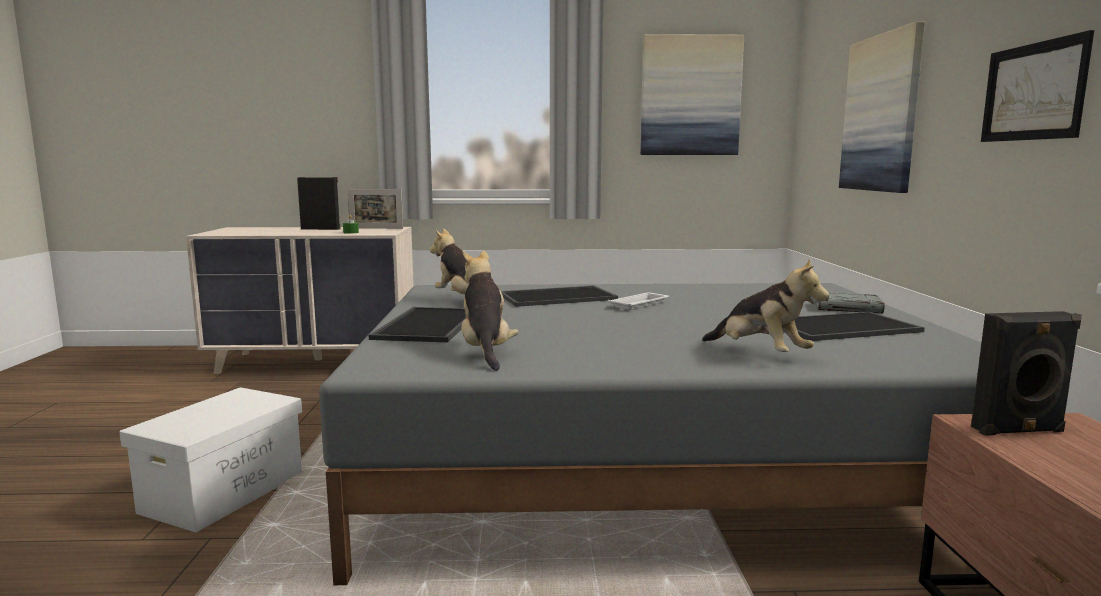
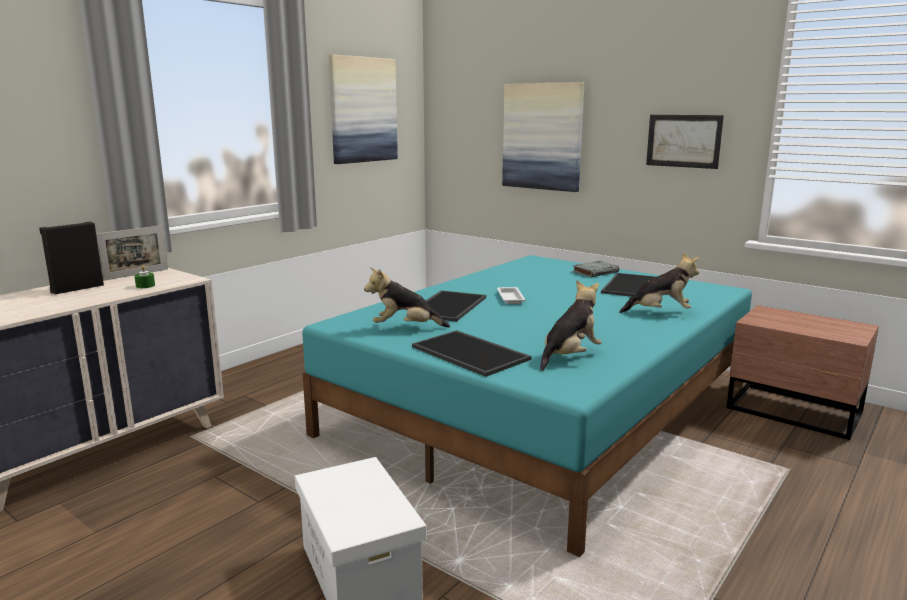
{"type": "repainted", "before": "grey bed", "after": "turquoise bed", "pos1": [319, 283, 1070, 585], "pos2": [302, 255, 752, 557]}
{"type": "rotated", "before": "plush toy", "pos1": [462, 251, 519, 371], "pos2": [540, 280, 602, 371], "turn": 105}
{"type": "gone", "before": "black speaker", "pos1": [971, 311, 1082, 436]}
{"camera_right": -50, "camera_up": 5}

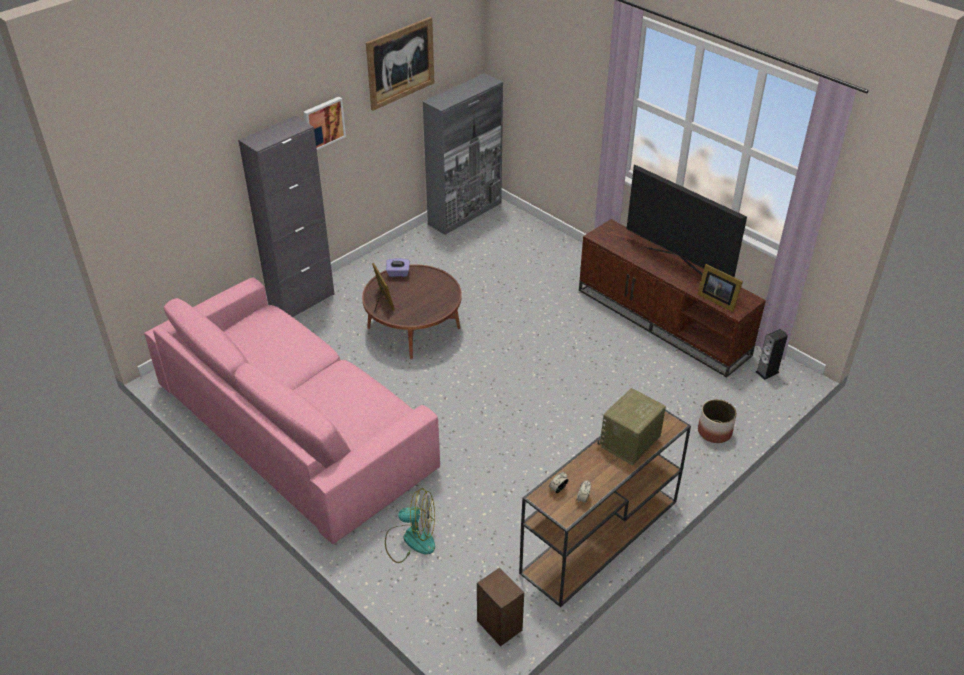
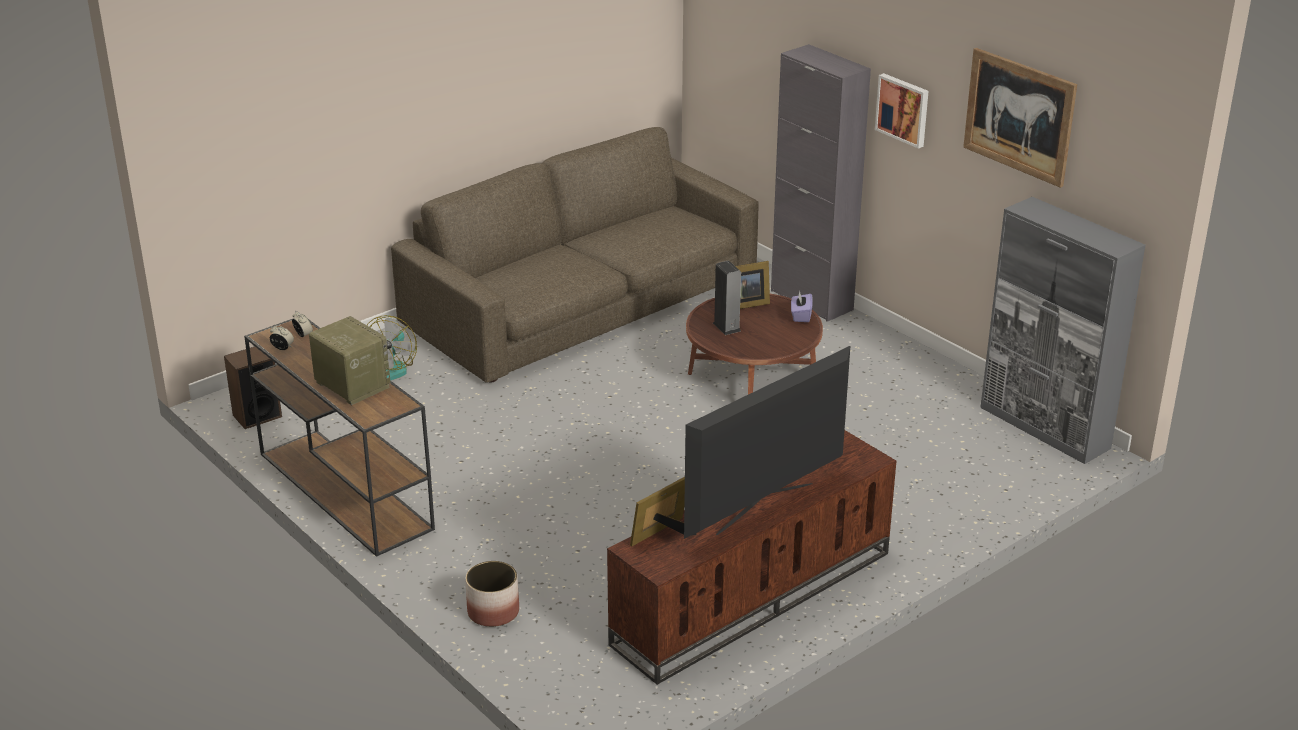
{"type": "repainted", "before": "pink sofa", "after": "brown sofa", "pos1": [144, 277, 440, 544], "pos2": [391, 127, 759, 383]}
{"type": "shifted", "before": "speaker", "pos1": [756, 329, 788, 380], "pos2": [713, 261, 741, 335]}
{"camera_right": 95, "camera_up": -10}

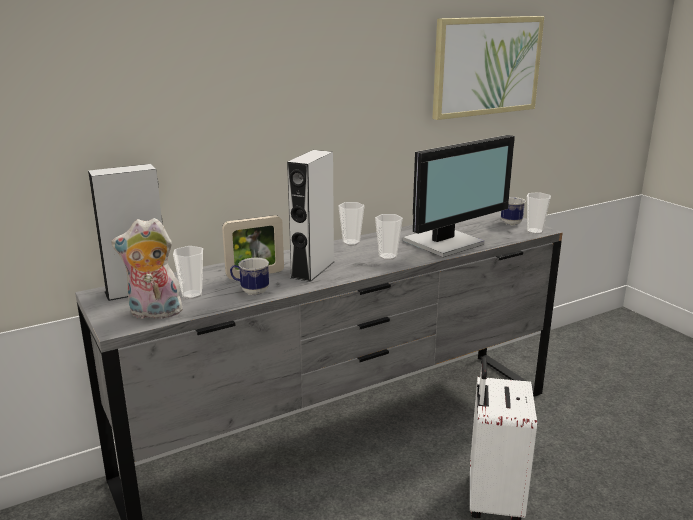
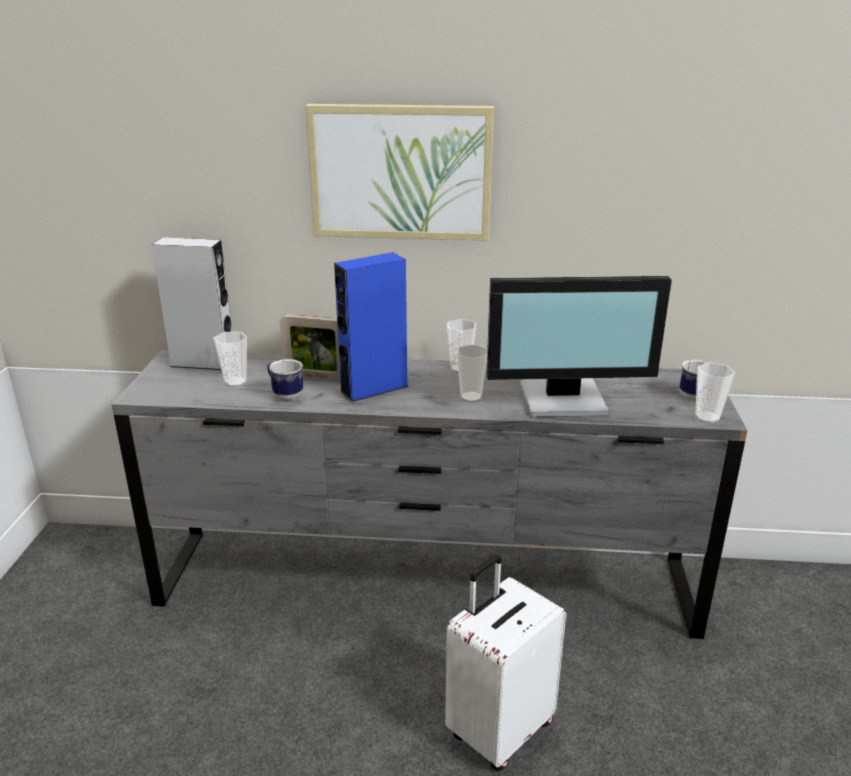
{"type": "shifted", "before": "picture", "pos1": [432, 16, 544, 120], "pos2": [305, 104, 494, 241]}
{"type": "repainted", "before": "grey speaker", "after": "blue speaker", "pos1": [287, 150, 334, 282], "pos2": [334, 252, 409, 402]}
{"type": "gone", "before": "plush toy", "pos1": [111, 218, 183, 319]}
{"camera_right": 35, "camera_up": 5}

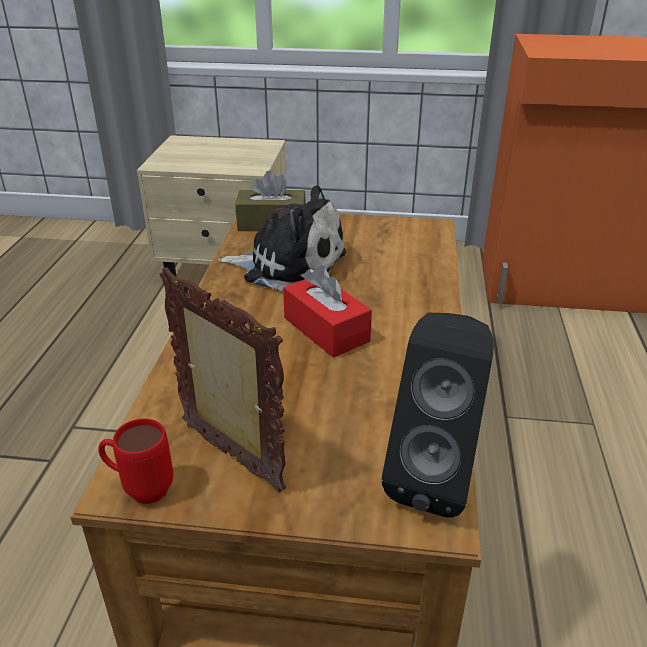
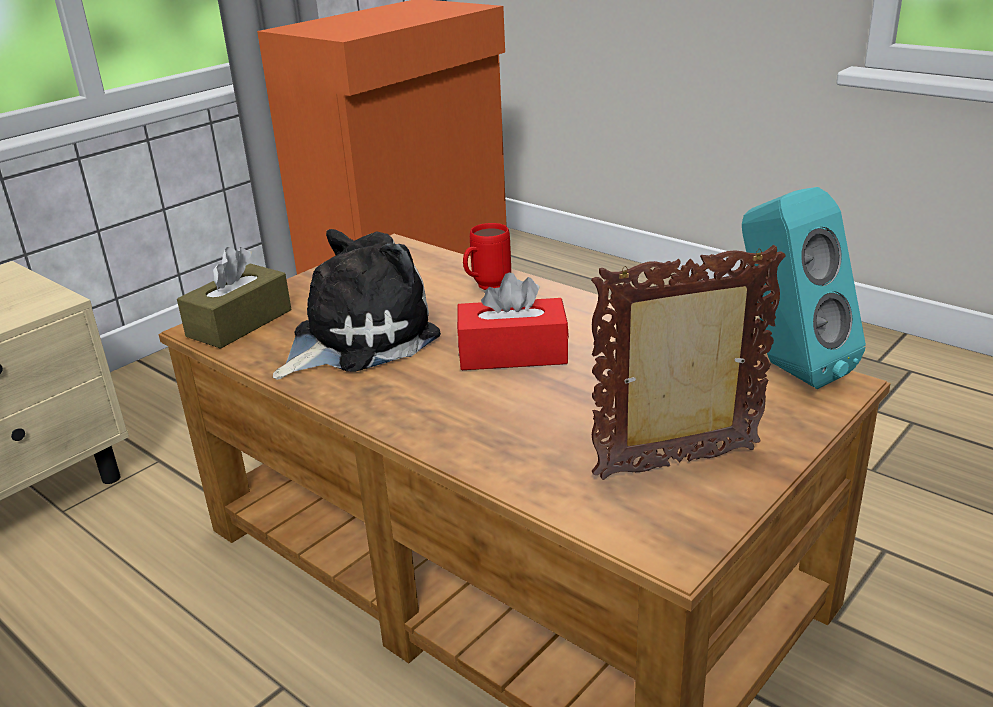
{"type": "shifted", "before": "red mug", "pos1": [98, 418, 173, 504], "pos2": [463, 223, 511, 290]}
{"type": "repainted", "before": "black speaker", "after": "turquoise speaker", "pos1": [382, 312, 494, 517], "pos2": [742, 187, 866, 389]}
{"camera_right": -55, "camera_up": -5}

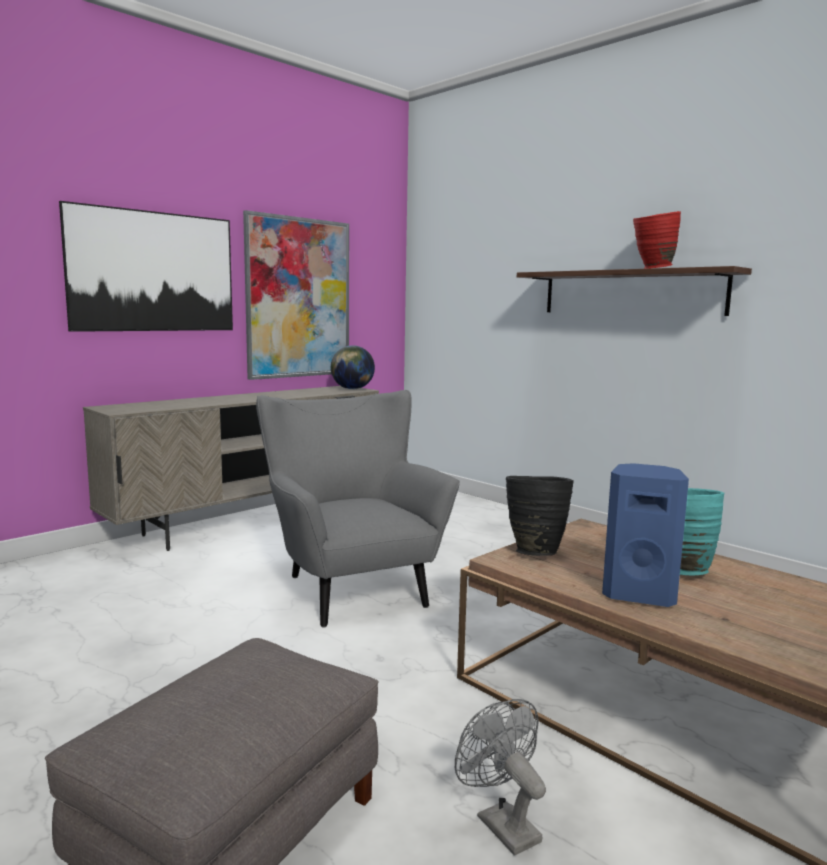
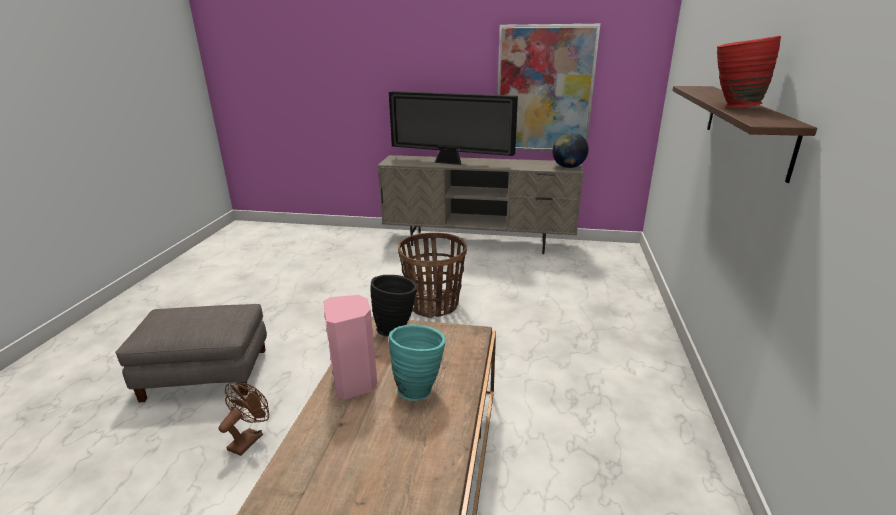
{"type": "repainted", "before": "grey fan", "after": "brown fan", "pos1": [455, 699, 546, 856], "pos2": [219, 383, 269, 456]}
{"type": "repainted", "before": "blue speaker", "after": "pink speaker", "pos1": [602, 463, 689, 607], "pos2": [323, 295, 377, 400]}
{"type": "new", "after": "television", "pos2": [389, 91, 518, 165]}
{"type": "swapped", "before": "grey armchair", "after": "basket", "pos1": [256, 390, 460, 628], "pos2": [398, 233, 467, 318]}
{"type": "gone", "before": "picture", "pos1": [59, 201, 233, 332]}
{"camera_right": 55, "camera_up": 15}

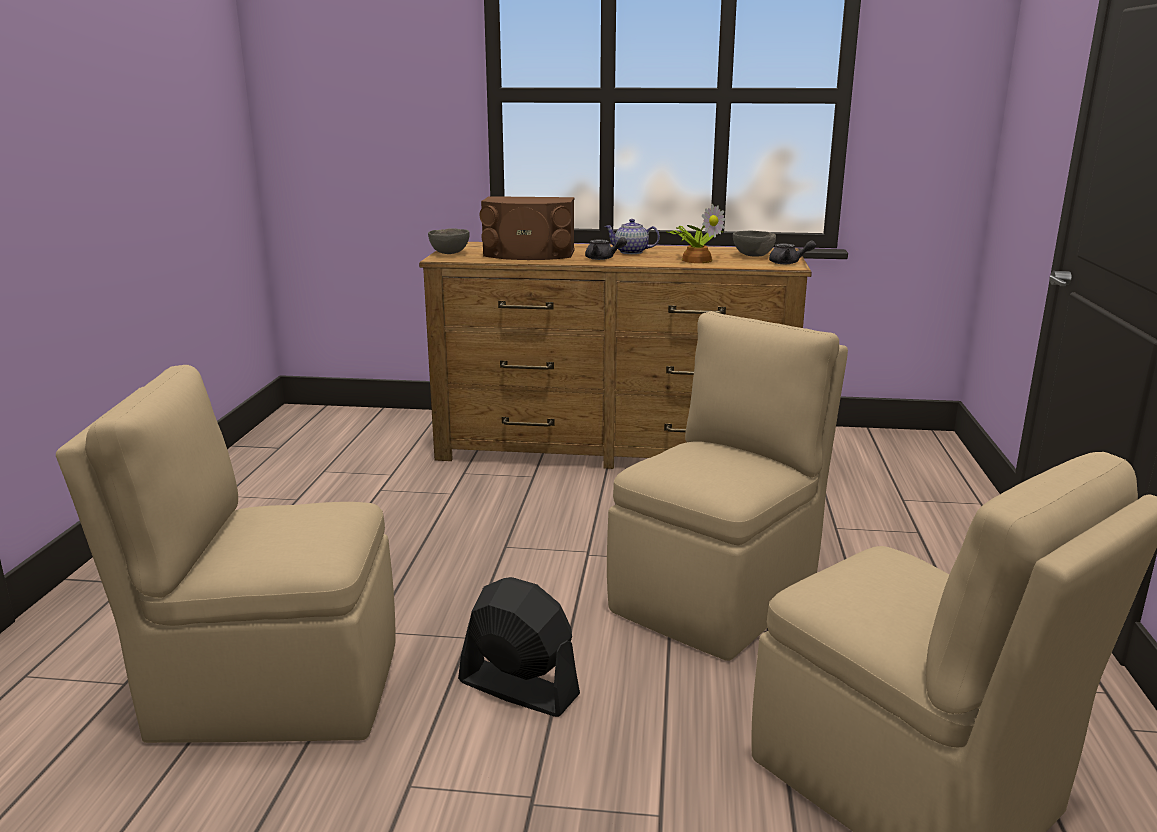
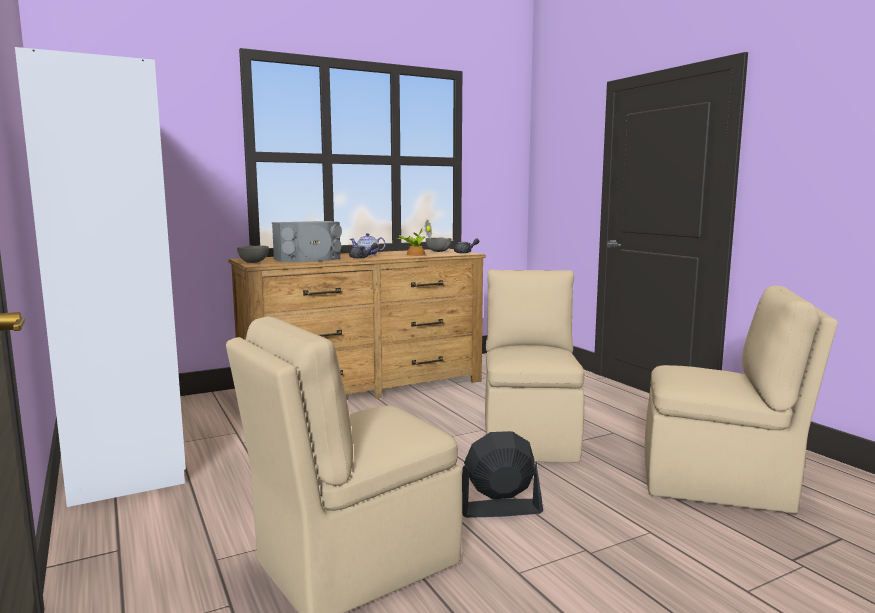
{"type": "new", "after": "white wardrobe", "pos2": [15, 47, 186, 507]}
{"type": "repainted", "before": "brown speaker", "after": "grey speaker", "pos1": [480, 196, 574, 260], "pos2": [272, 221, 342, 262]}
{"camera_right": -35, "camera_up": -10}

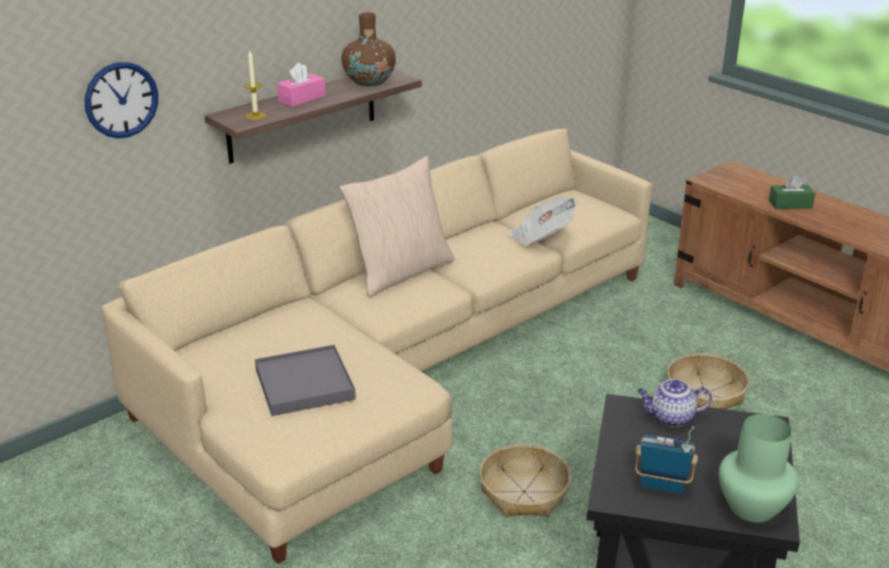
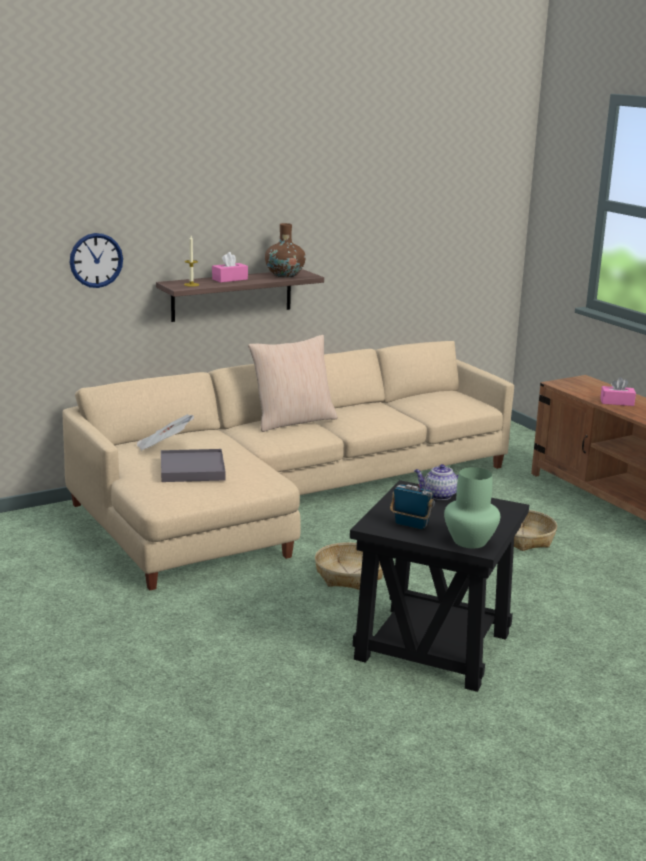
{"type": "shifted", "before": "newspaper", "pos1": [508, 196, 578, 246], "pos2": [137, 414, 194, 451]}
{"type": "repainted", "before": "green tissue box", "after": "pink tissue box", "pos1": [769, 175, 816, 209], "pos2": [600, 377, 636, 406]}
{"camera_right": 10, "camera_up": -10}

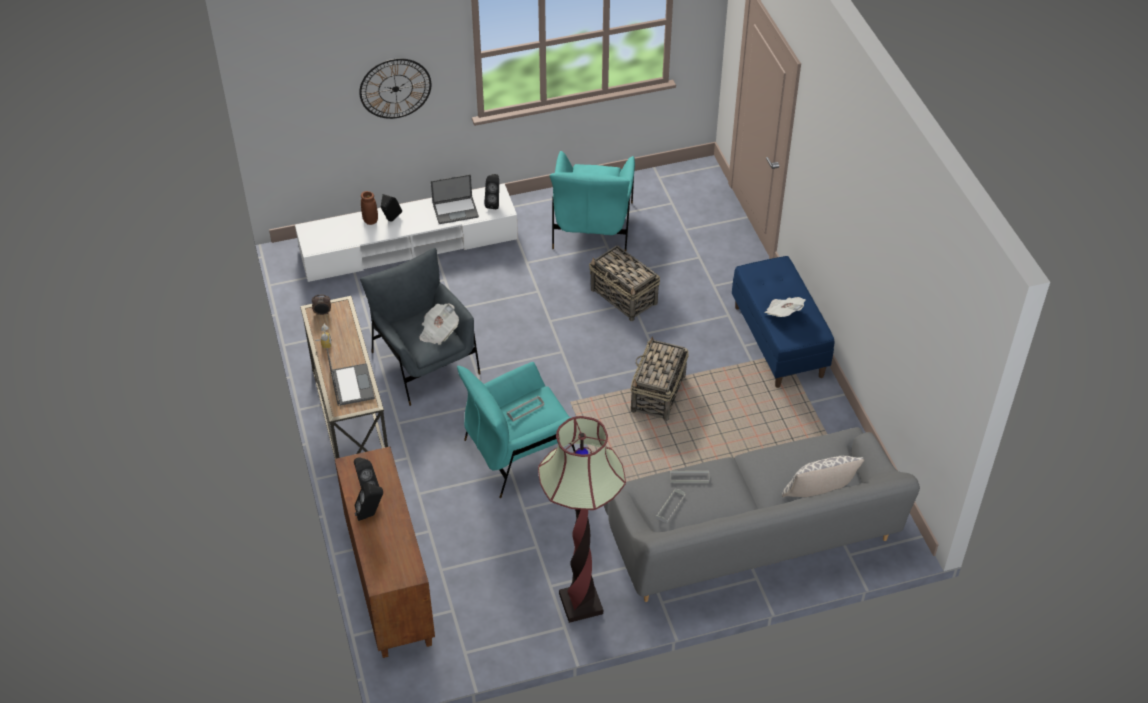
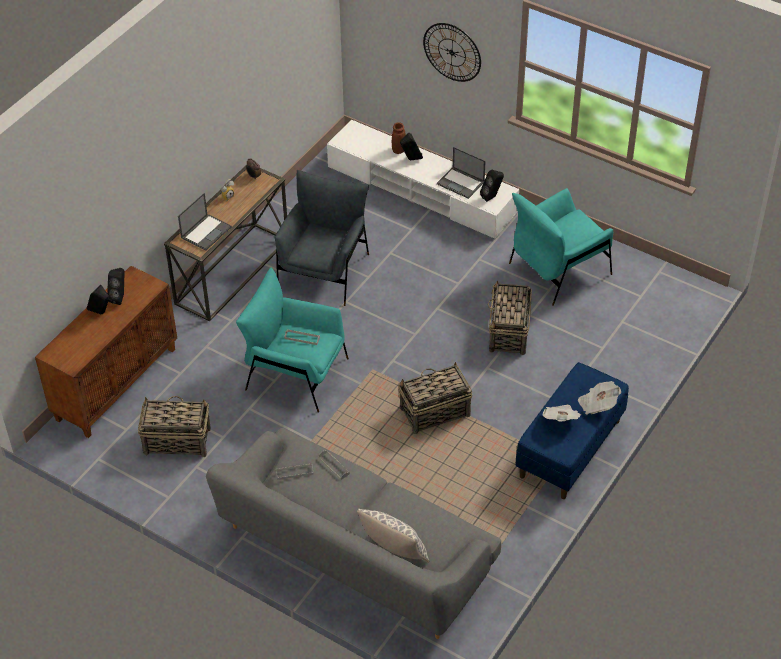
{"type": "new", "after": "basket", "pos2": [138, 396, 211, 457]}
{"type": "shifted", "before": "newspaper", "pos1": [419, 304, 459, 345], "pos2": [578, 381, 621, 415]}
{"type": "gone", "before": "floor lamp", "pos1": [538, 416, 626, 623]}
{"camera_right": 50, "camera_up": 0}

